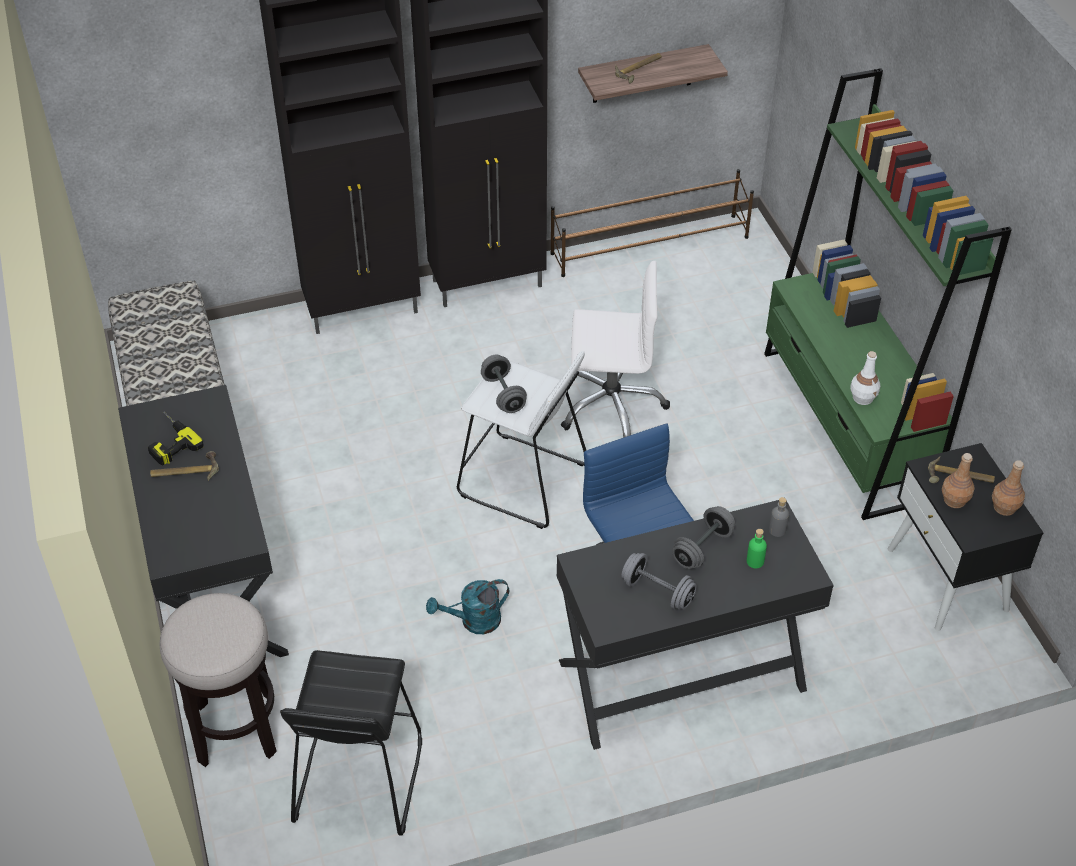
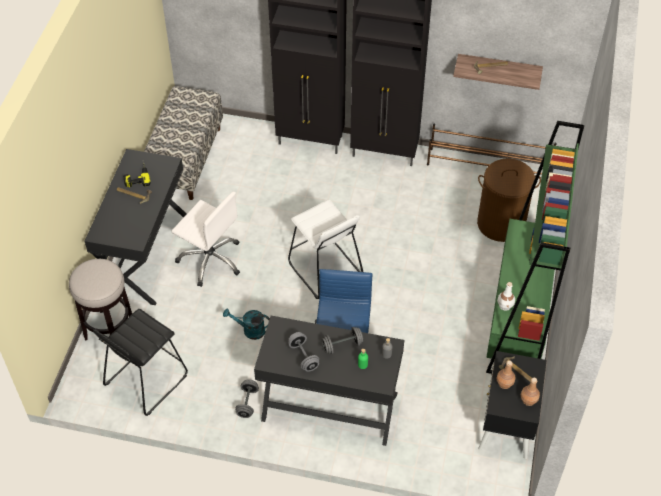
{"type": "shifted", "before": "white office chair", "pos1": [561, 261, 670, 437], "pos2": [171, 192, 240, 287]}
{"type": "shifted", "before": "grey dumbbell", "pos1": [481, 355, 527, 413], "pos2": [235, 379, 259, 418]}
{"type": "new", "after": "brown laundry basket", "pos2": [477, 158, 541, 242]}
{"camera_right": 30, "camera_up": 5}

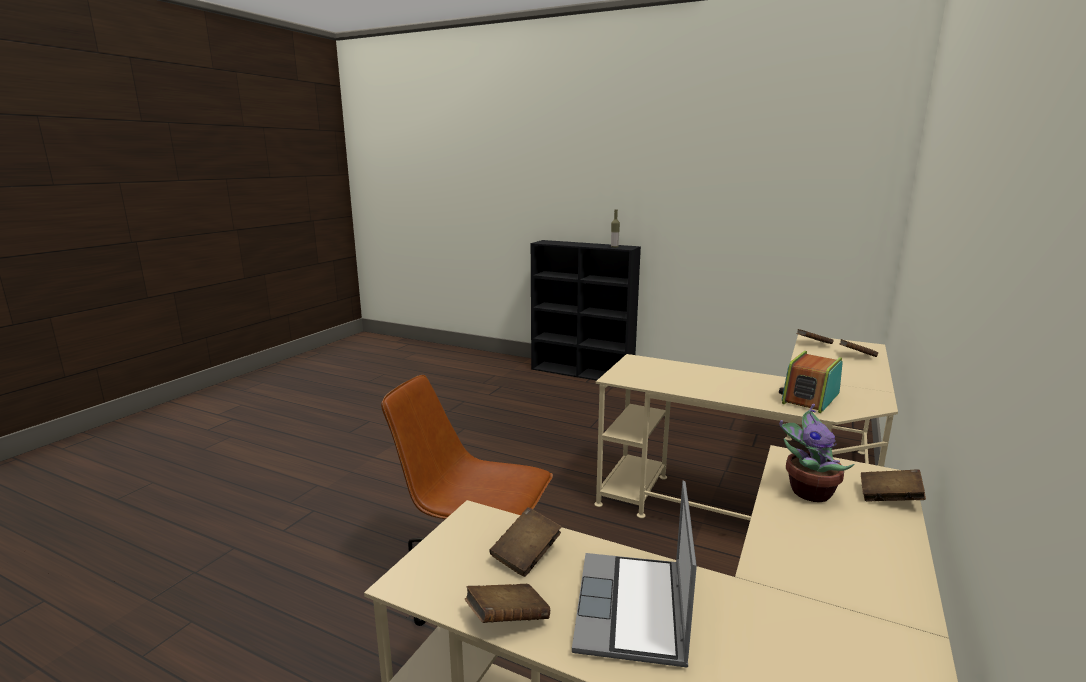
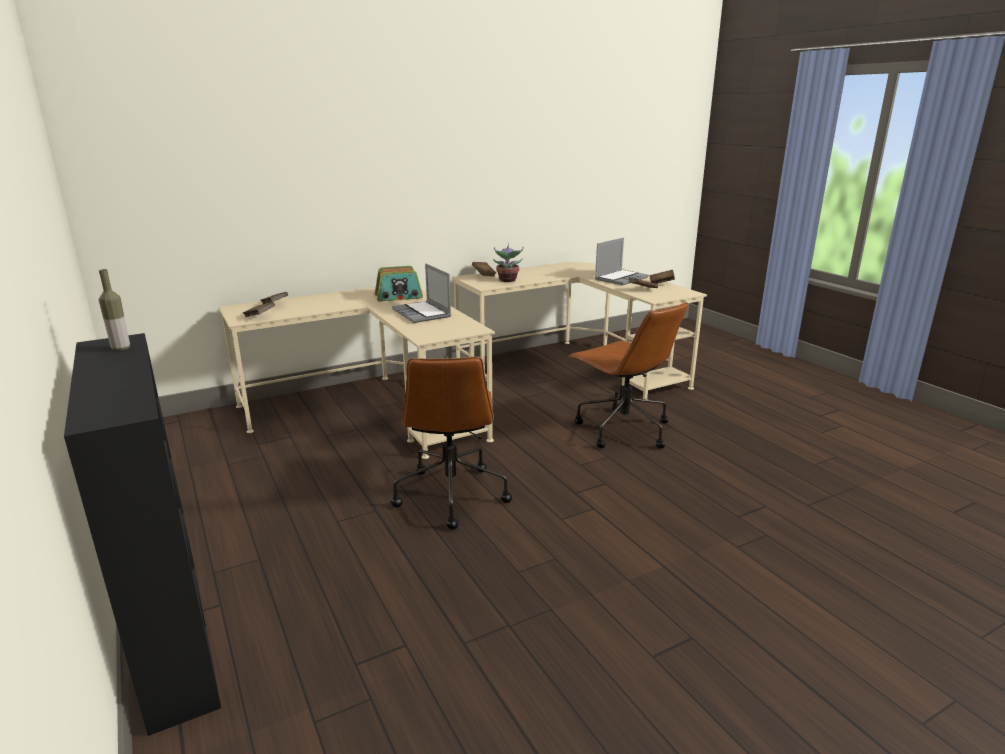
{"type": "new", "after": "brown office chair", "pos2": [391, 357, 512, 530]}
{"type": "new", "after": "laptop", "pos2": [392, 263, 451, 323]}
{"camera_right": -145, "camera_up": 5}

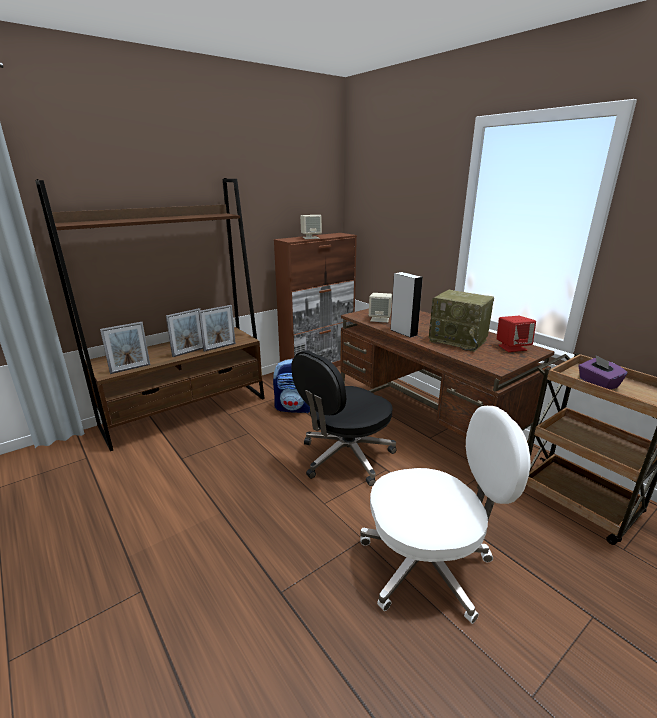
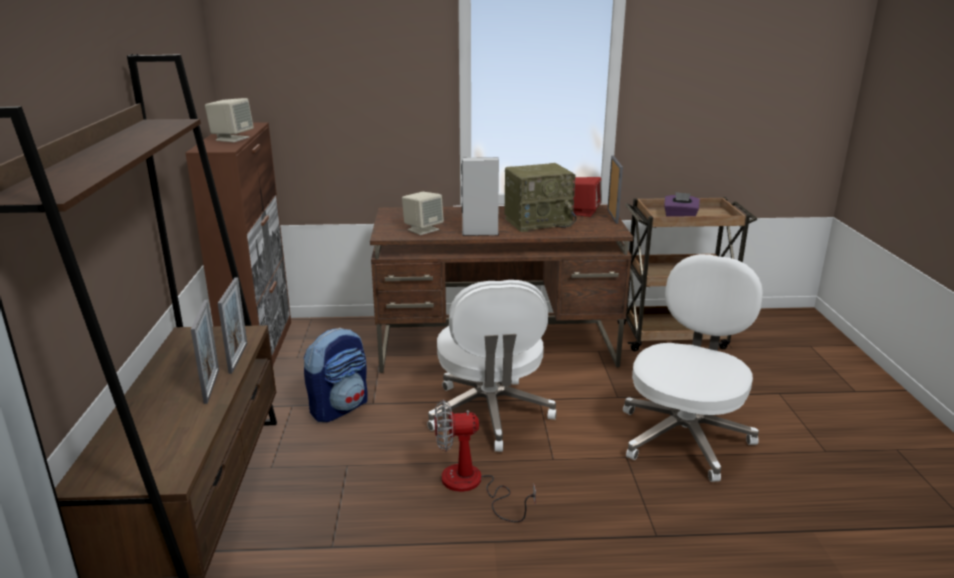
{"type": "repainted", "before": "black office chair", "after": "white office chair", "pos1": [291, 350, 397, 486], "pos2": [427, 280, 557, 452]}
{"type": "new", "after": "fan", "pos2": [435, 400, 536, 522]}
{"type": "shifted", "before": "picture frame", "pos1": [100, 322, 150, 374], "pos2": [607, 155, 623, 224]}
{"camera_right": -55, "camera_up": 0}

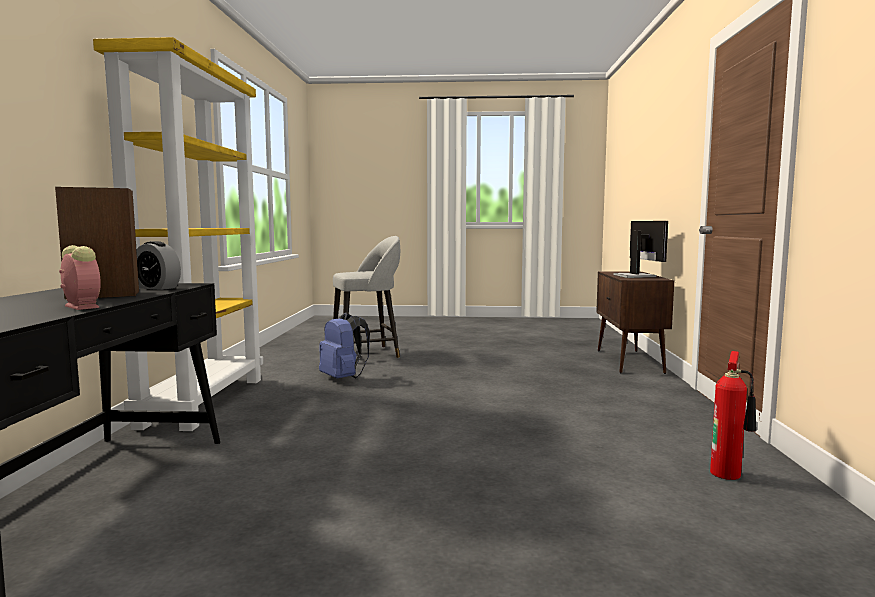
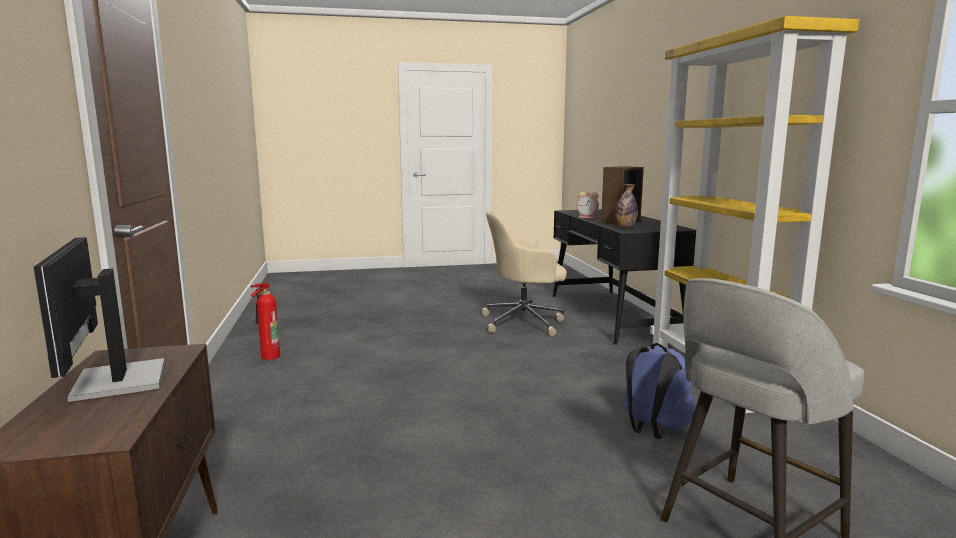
{"type": "new", "after": "beige office chair", "pos2": [481, 210, 567, 336]}
{"type": "swapped", "before": "alarm clock", "after": "bottle", "pos1": [136, 241, 181, 290], "pos2": [615, 184, 638, 228]}
{"camera_right": 165, "camera_up": 5}

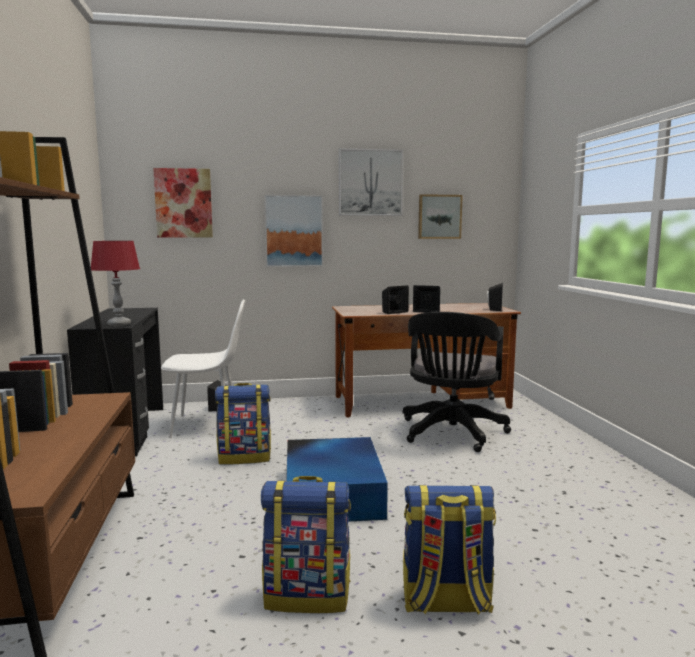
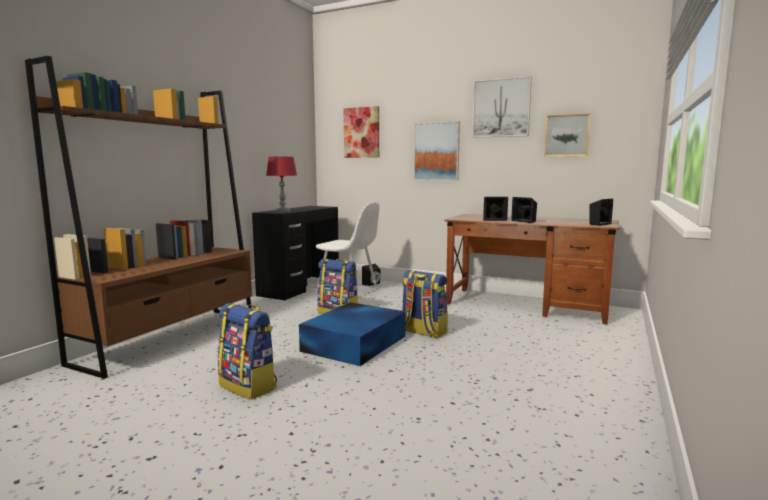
{"type": "shifted", "before": "backpack", "pos1": [403, 485, 496, 615], "pos2": [402, 270, 448, 338]}
{"type": "gone", "before": "black office chair", "pos1": [403, 312, 511, 452]}
{"camera_right": 35, "camera_up": 0}

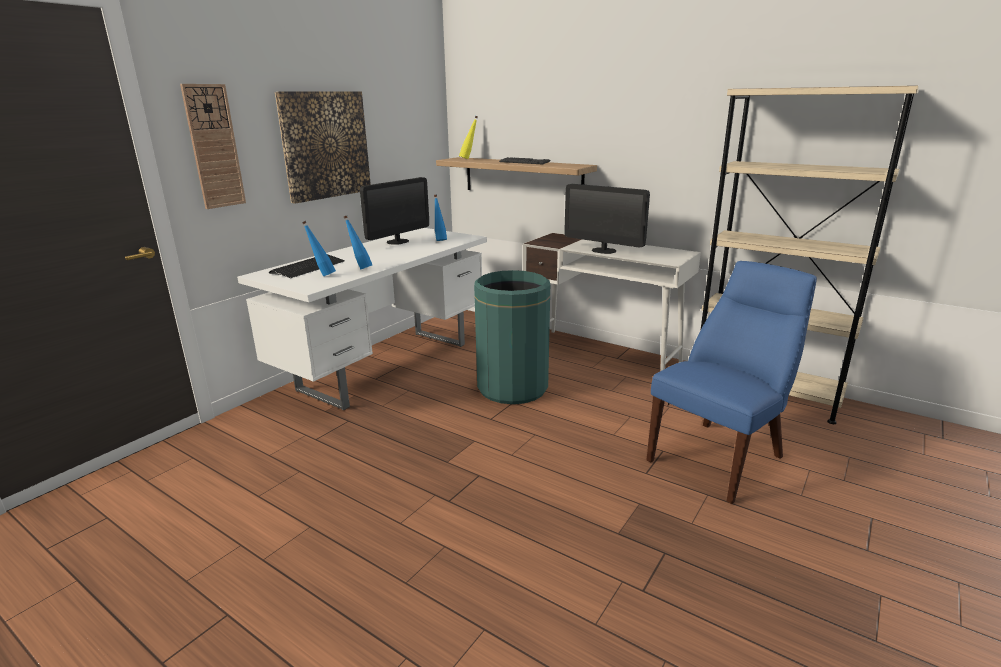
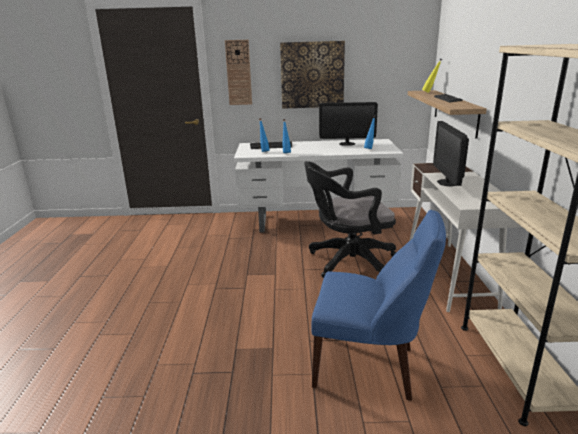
{"type": "swapped", "before": "green trash can", "after": "black office chair", "pos1": [474, 270, 550, 404], "pos2": [304, 161, 396, 278]}
{"camera_right": 55, "camera_up": 0}

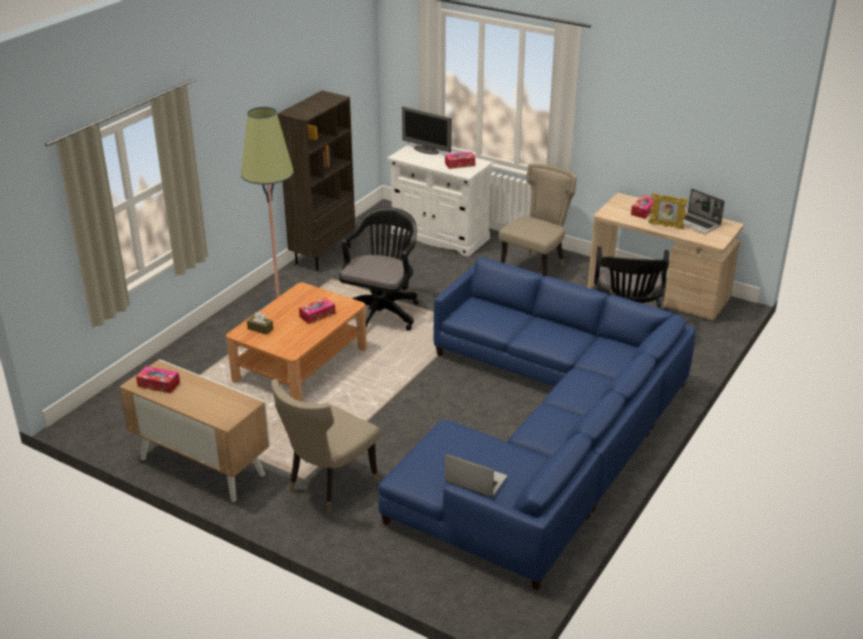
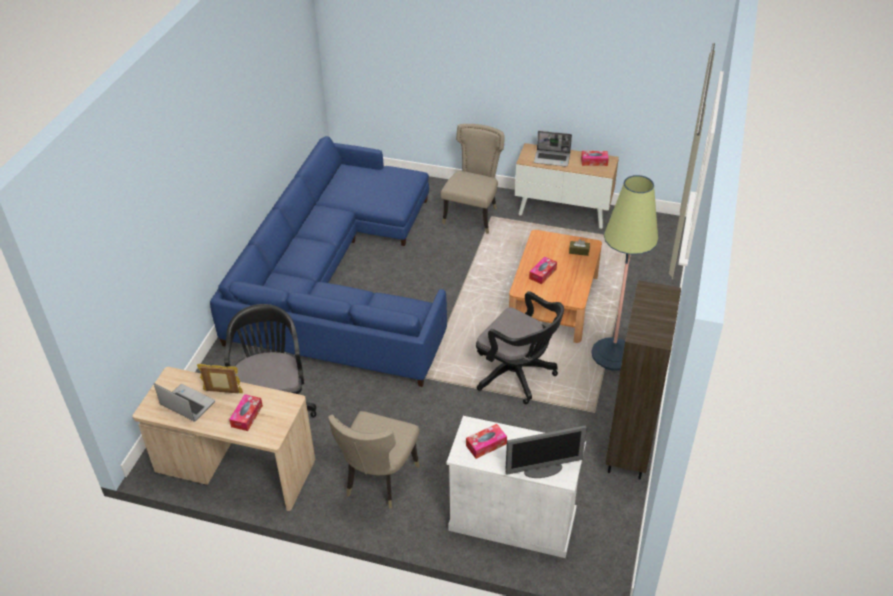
{"type": "rotated", "before": "black office chair", "pos1": [339, 207, 419, 331], "pos2": [476, 291, 564, 404], "turn": -60}
{"type": "rotated", "before": "monitor", "pos1": [402, 106, 452, 155], "pos2": [505, 426, 587, 478], "turn": 150}
{"type": "shifted", "before": "laptop", "pos1": [445, 454, 507, 497], "pos2": [534, 131, 572, 167]}
{"camera_right": 165, "camera_up": 10}

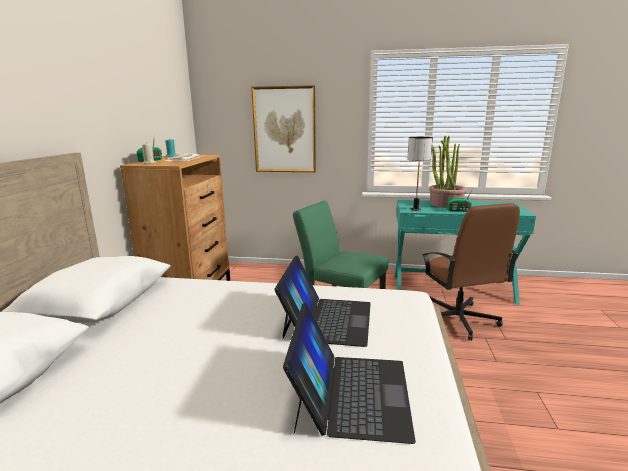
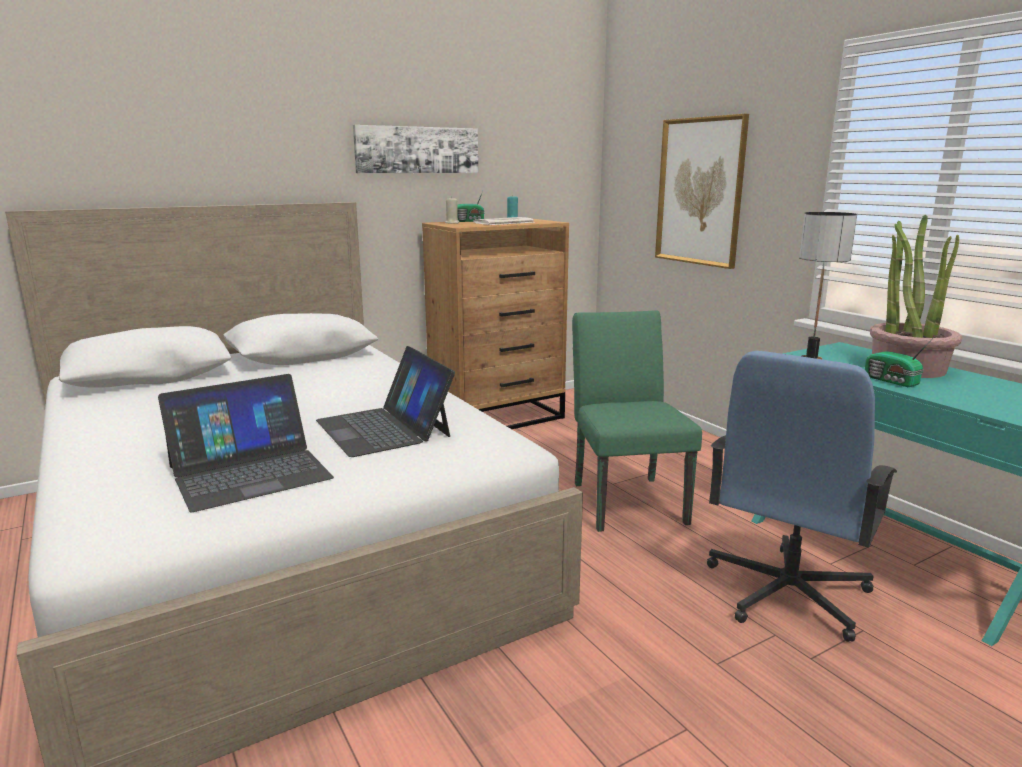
{"type": "rotated", "before": "laptop", "pos1": [274, 255, 371, 347], "pos2": [316, 346, 455, 457], "turn": 90}
{"type": "new", "after": "picture", "pos2": [353, 125, 478, 173]}
{"type": "repainted", "before": "brown office chair", "after": "blue office chair", "pos1": [422, 203, 520, 341], "pos2": [707, 351, 897, 642]}
{"camera_right": 50, "camera_up": 0}

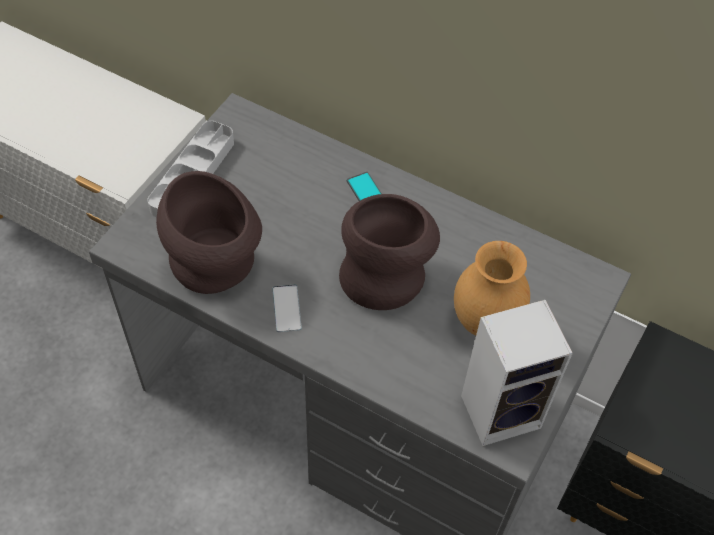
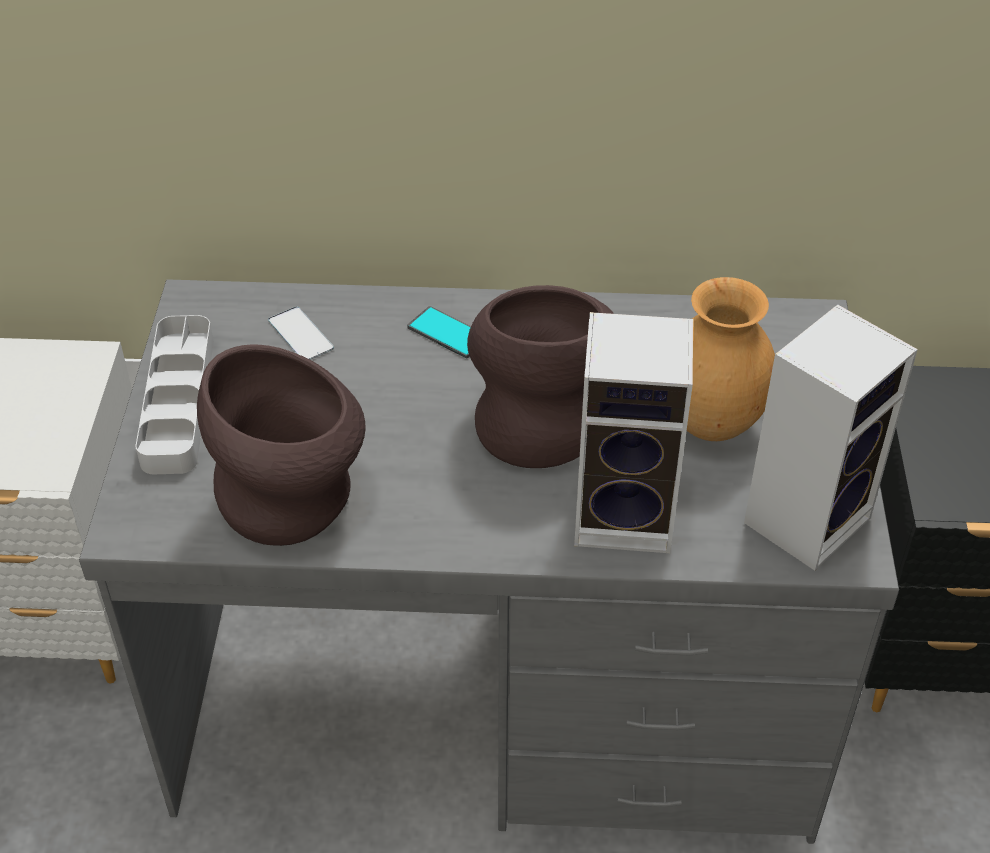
{"type": "shifted", "before": "phone", "pos1": [273, 284, 302, 332], "pos2": [268, 307, 334, 360]}
{"type": "new", "after": "speaker", "pos2": [574, 312, 693, 553]}
{"camera_right": -25, "camera_up": -10}

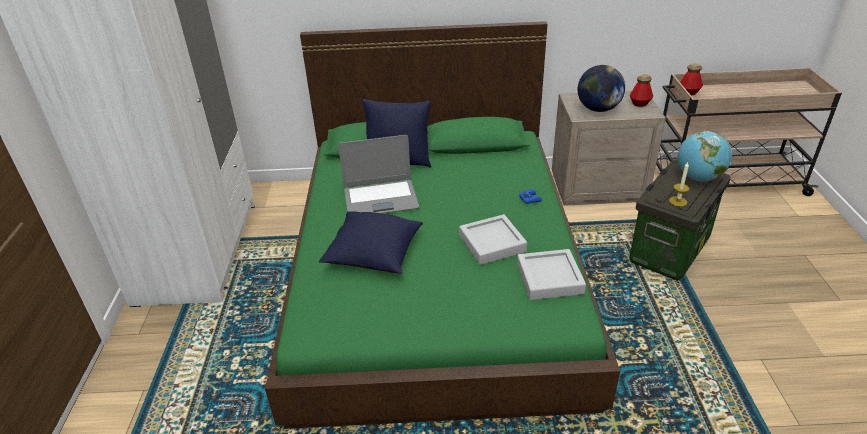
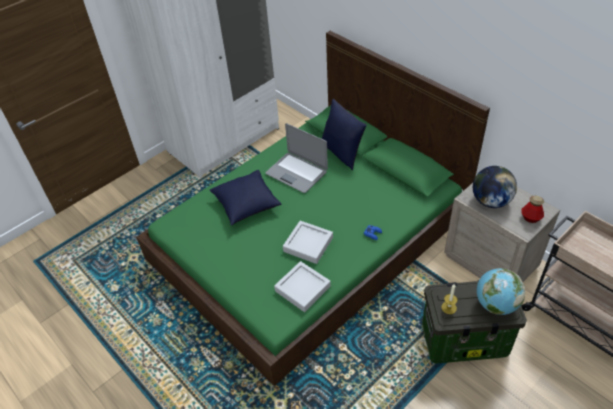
{"type": "gone", "before": "bottle", "pos1": [680, 63, 703, 95]}
{"camera_right": 50, "camera_up": 10}

